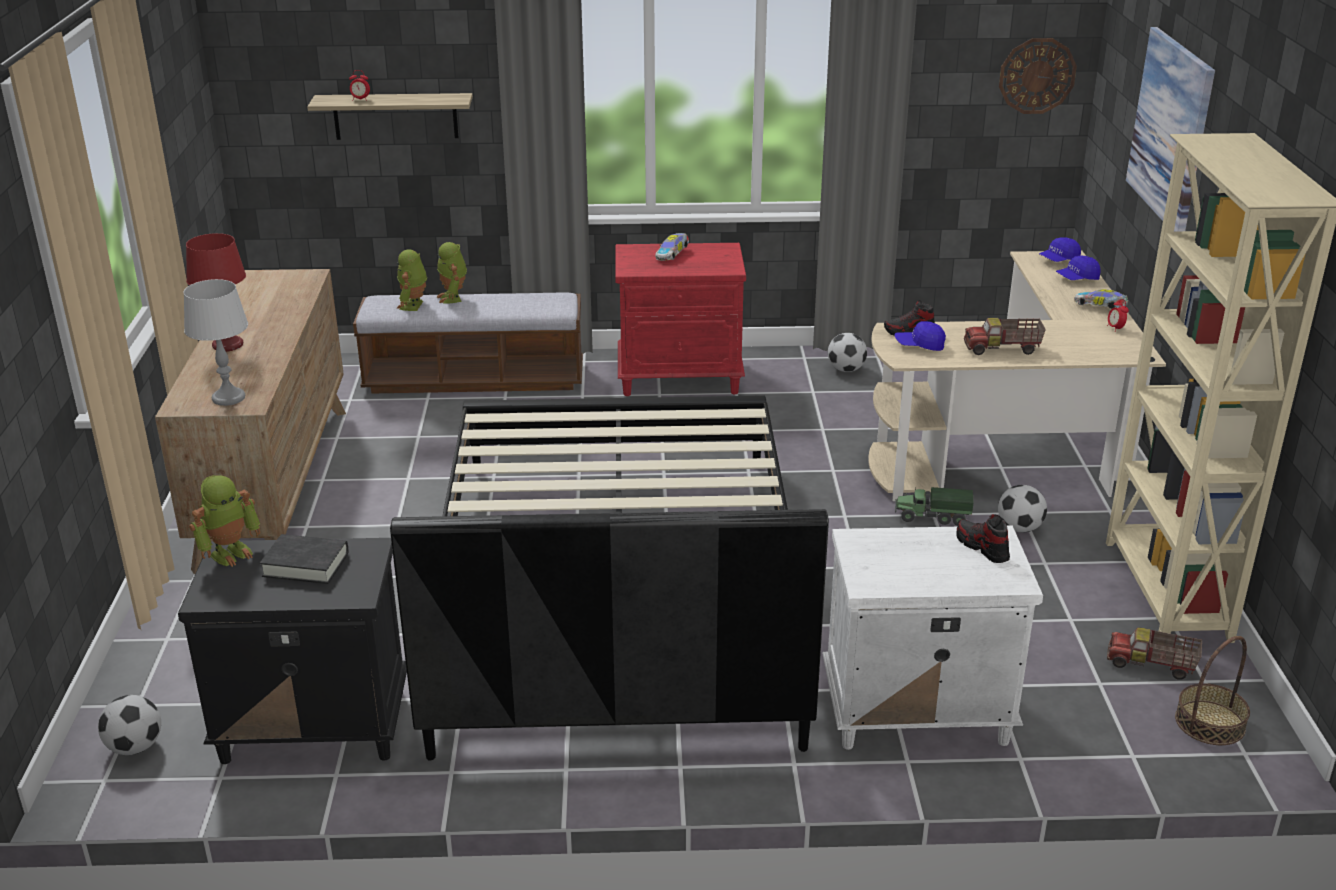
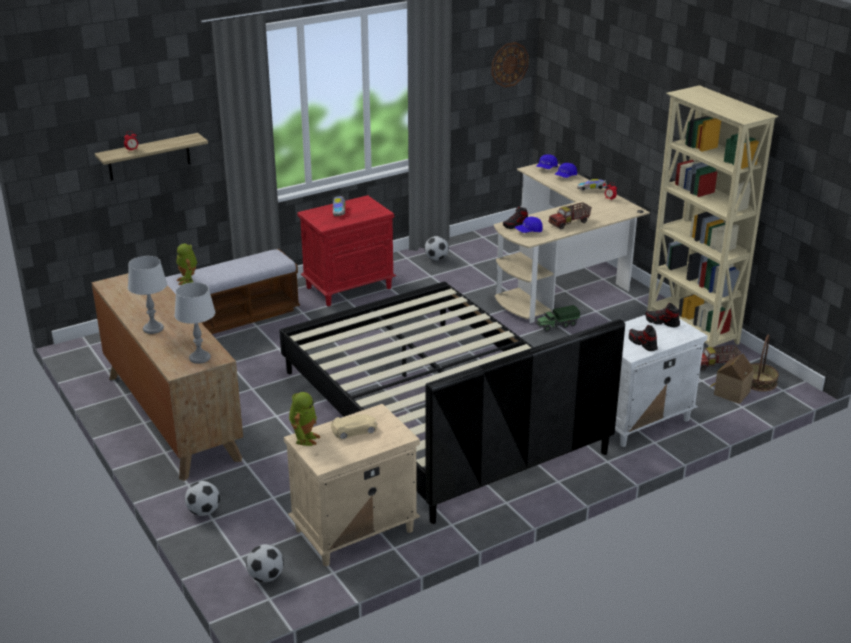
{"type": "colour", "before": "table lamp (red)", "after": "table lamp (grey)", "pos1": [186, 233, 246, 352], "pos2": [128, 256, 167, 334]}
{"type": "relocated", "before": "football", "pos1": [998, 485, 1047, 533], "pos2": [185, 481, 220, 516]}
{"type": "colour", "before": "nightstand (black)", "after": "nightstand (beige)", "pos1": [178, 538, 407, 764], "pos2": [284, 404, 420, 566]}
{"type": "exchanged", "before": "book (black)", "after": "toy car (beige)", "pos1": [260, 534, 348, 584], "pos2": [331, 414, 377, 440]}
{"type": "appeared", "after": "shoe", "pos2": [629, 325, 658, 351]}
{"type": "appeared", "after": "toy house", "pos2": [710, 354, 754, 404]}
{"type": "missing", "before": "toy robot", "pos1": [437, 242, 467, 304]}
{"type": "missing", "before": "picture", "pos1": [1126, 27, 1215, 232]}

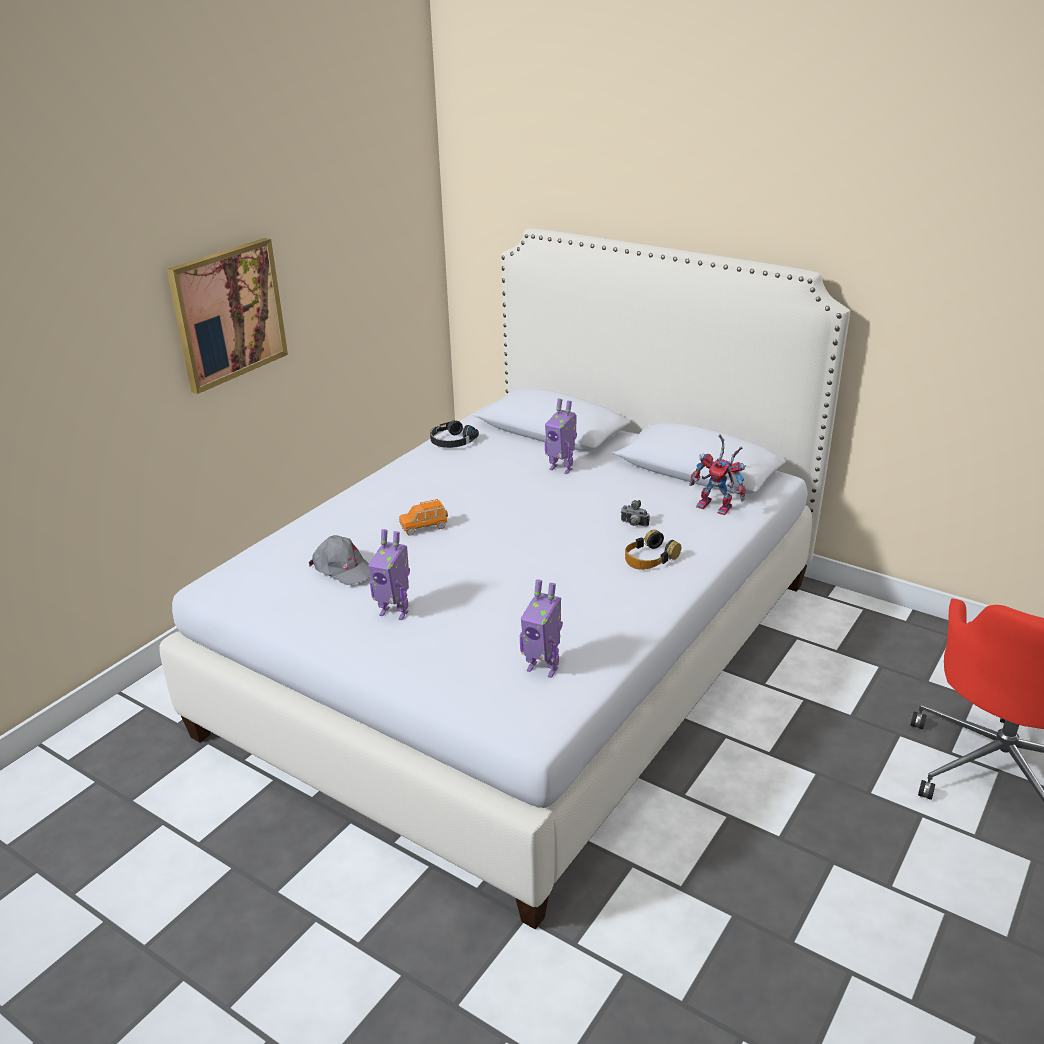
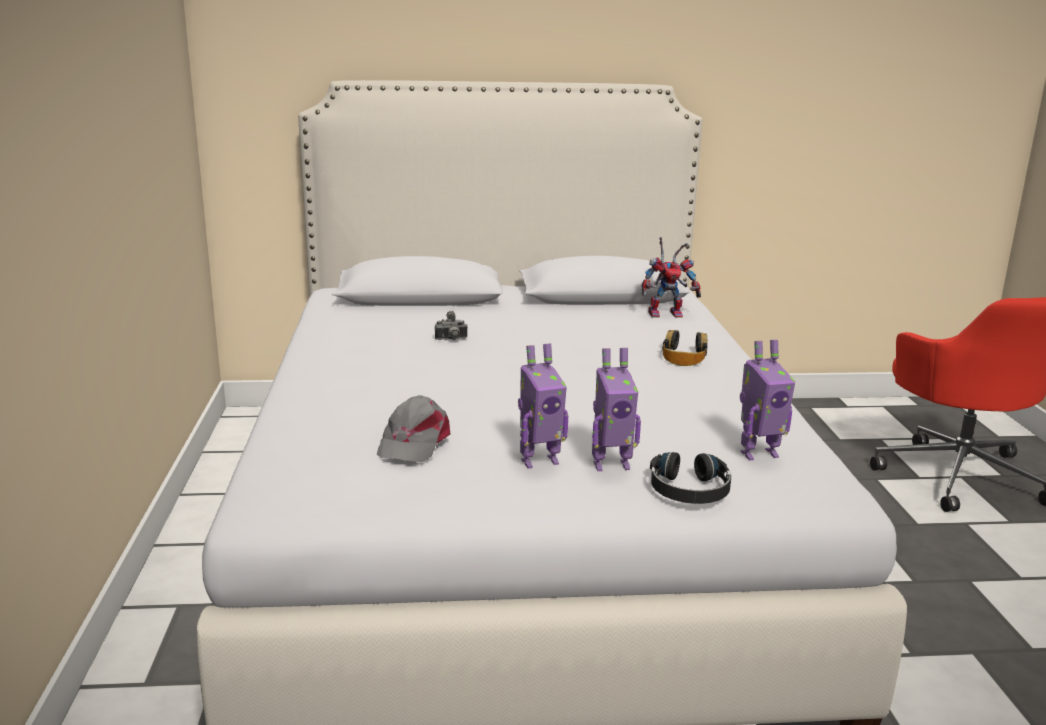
{"type": "spun", "before": "cap (grey)", "pos1": [309, 535, 370, 585], "pos2": [377, 395, 450, 462], "turn": 105}
{"type": "relocated", "before": "photo camera", "pos1": [621, 500, 650, 527], "pos2": [435, 311, 467, 340]}
{"type": "relocated", "before": "toy robot", "pos1": [545, 398, 577, 474], "pos2": [592, 348, 641, 471]}
{"type": "relocated", "before": "headphones (black)", "pos1": [430, 420, 479, 448], "pos2": [650, 452, 731, 504]}
{"type": "missing", "before": "picture", "pos1": [167, 238, 288, 394]}
{"type": "missing", "before": "toy car (orange)", "pos1": [399, 499, 448, 536]}

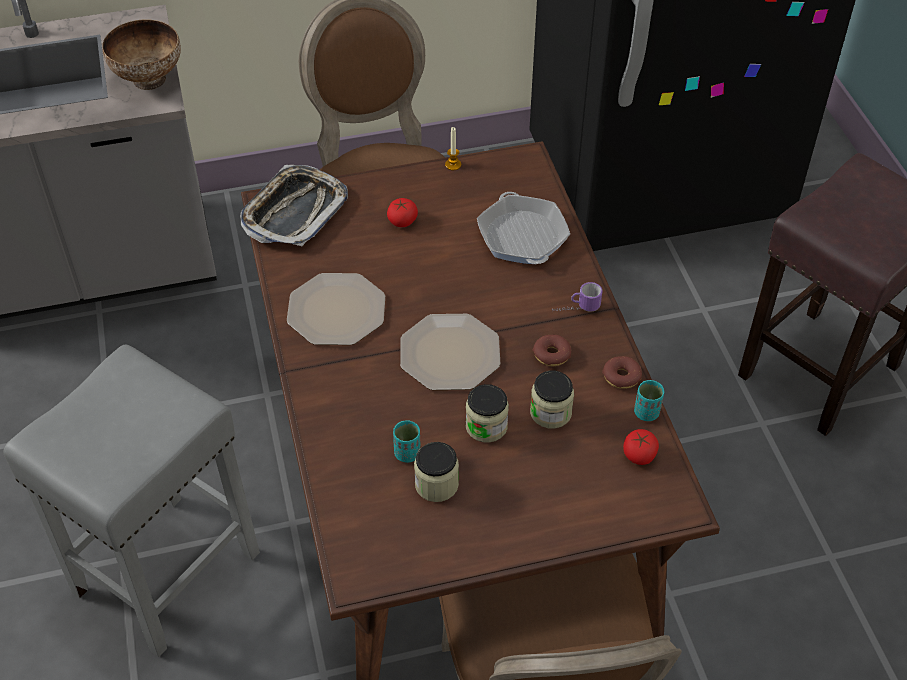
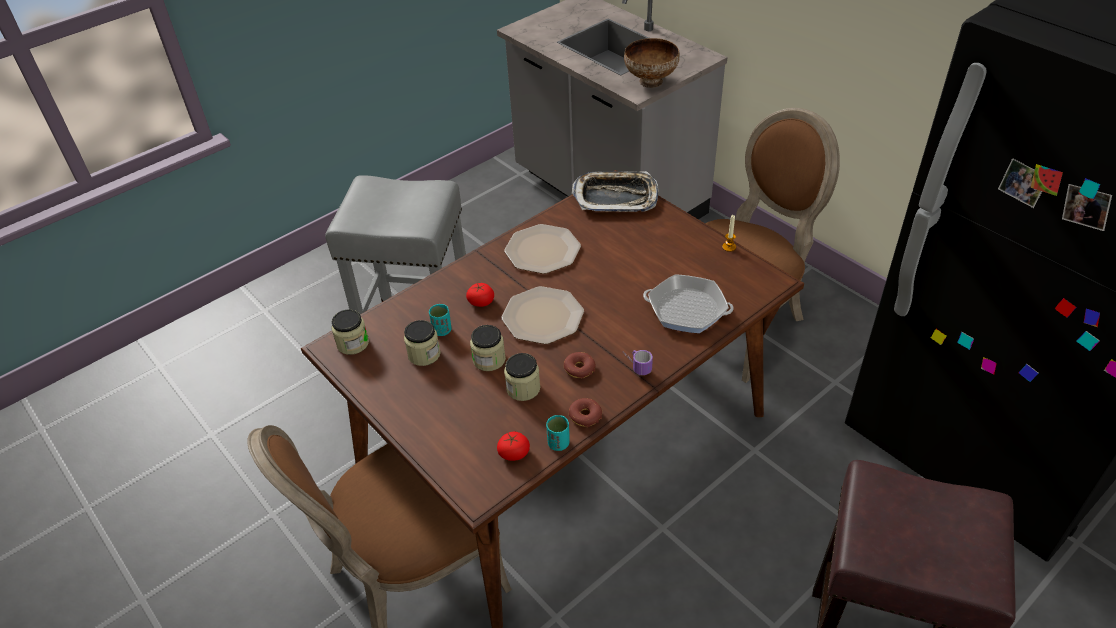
{"type": "appeared", "after": "jar", "pos2": [331, 310, 369, 355]}
{"type": "relocated", "before": "tomato", "pos1": [387, 198, 418, 227], "pos2": [466, 283, 494, 307]}
{"type": "spun", "before": "frying pan", "pos1": [477, 192, 570, 264], "pos2": [643, 274, 734, 333], "turn": 60}

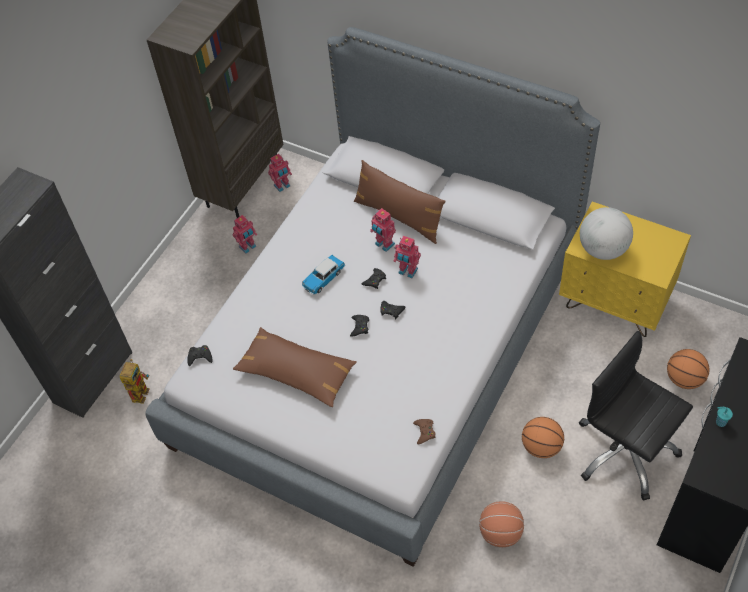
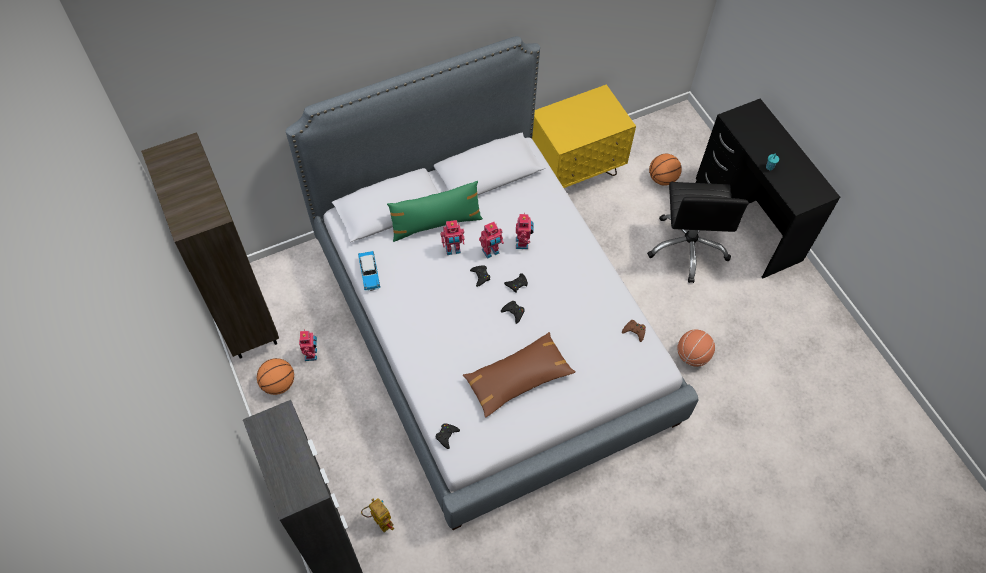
{"type": "relocated", "before": "basketball", "pos1": [522, 417, 564, 458], "pos2": [257, 358, 294, 395]}
{"type": "relocated", "before": "toy car", "pos1": [302, 255, 345, 295], "pos2": [358, 251, 381, 291]}
{"type": "colour", "before": "pillow (brown)", "after": "pillow (green)", "pos1": [354, 160, 446, 244], "pos2": [387, 181, 483, 242]}
{"type": "relocated", "before": "toy robot", "pos1": [268, 154, 292, 192], "pos2": [516, 214, 533, 249]}
{"type": "spun", "before": "office chair (black)", "pos1": [579, 331, 693, 501], "pos2": [647, 182, 749, 283], "turn": -75}
{"type": "missing", "before": "globe", "pos1": [580, 207, 633, 260]}

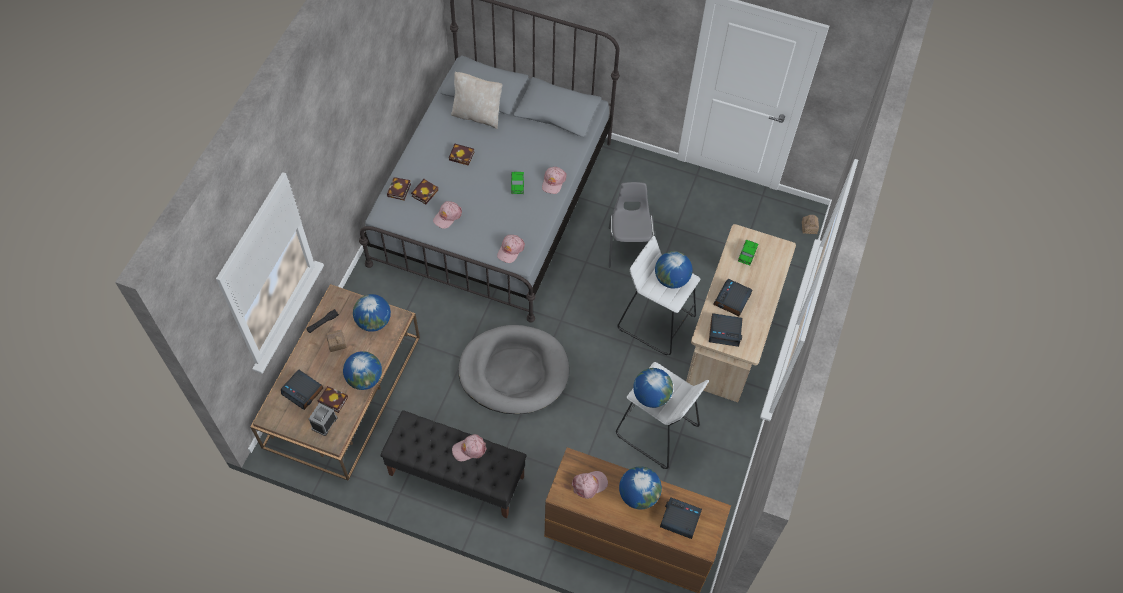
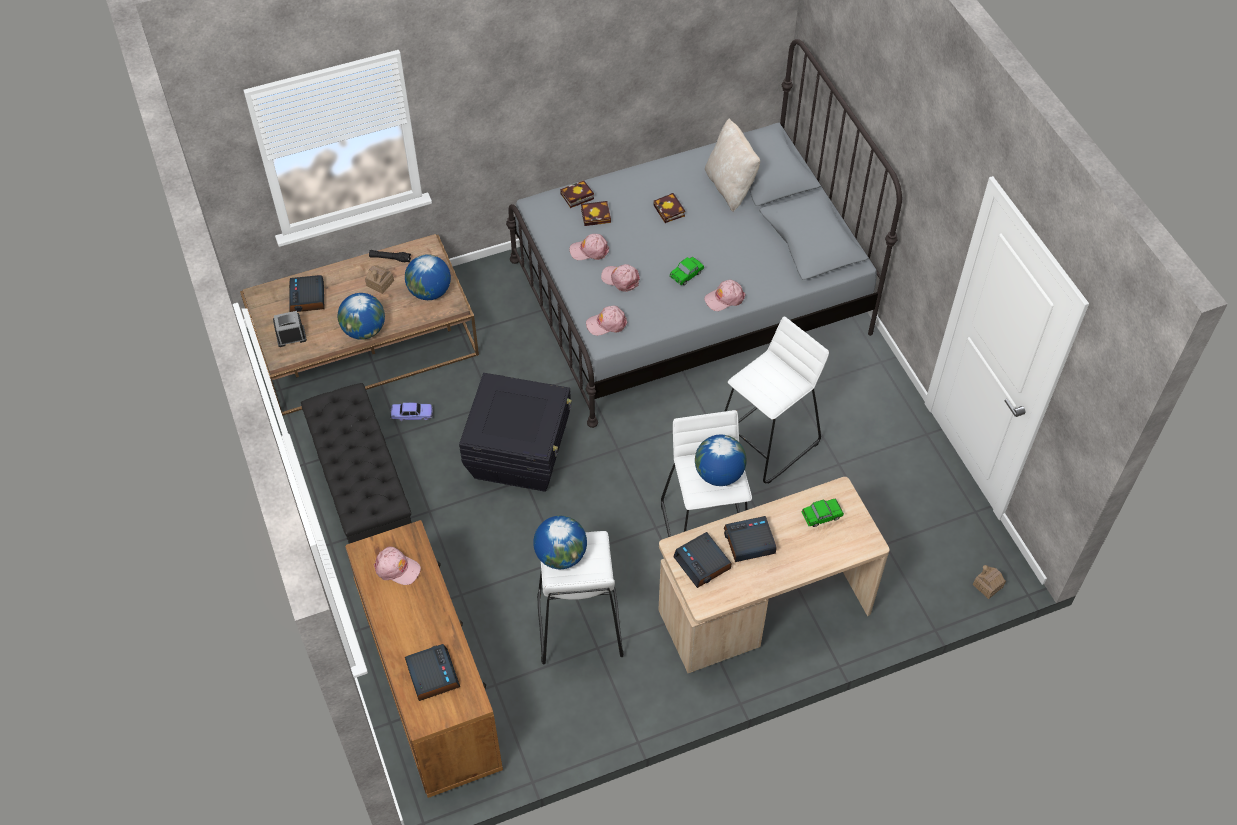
{"type": "appeared", "after": "toy car", "pos2": [390, 402, 433, 421]}
{"type": "exchanged", "before": "dog bed (grey)", "after": "storage box (black)", "pos1": [458, 325, 569, 414], "pos2": [459, 373, 572, 492]}
{"type": "relocated", "before": "cap (pink)", "pos1": [452, 434, 487, 461], "pos2": [601, 264, 640, 292]}
{"type": "exchanged", "before": "chair (grey)", "after": "stool (white)", "pos1": [609, 182, 655, 268], "pos2": [724, 317, 829, 484]}
{"type": "missing", "before": "book", "pos1": [317, 386, 348, 413]}
{"type": "missing", "before": "globe", "pos1": [619, 466, 662, 509]}

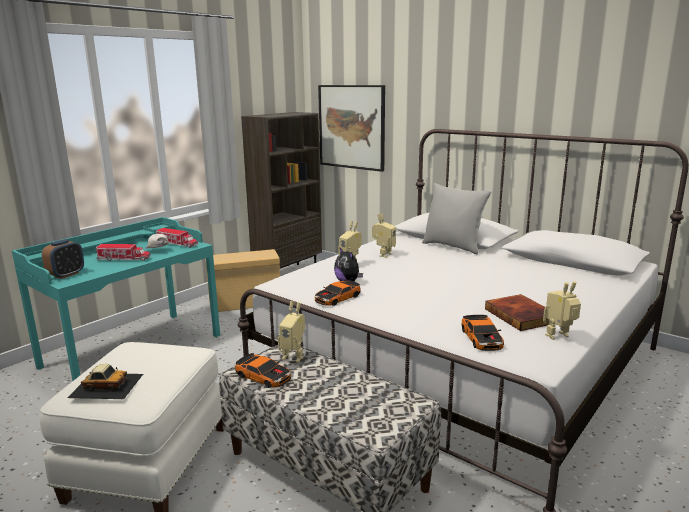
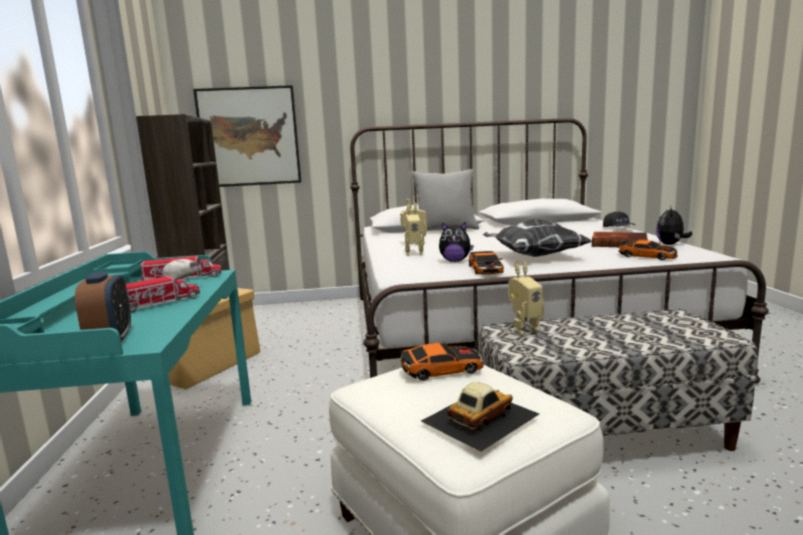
{"type": "relocated", "before": "toy car", "pos1": [235, 353, 291, 388], "pos2": [400, 343, 484, 381]}
{"type": "appeared", "after": "pillow", "pos2": [483, 218, 592, 257]}
{"type": "appeared", "after": "cap (black)", "pos2": [603, 212, 635, 227]}
{"type": "exchanged", "before": "toy robot", "after": "plush toy", "pos1": [543, 281, 581, 340], "pos2": [656, 206, 692, 245]}

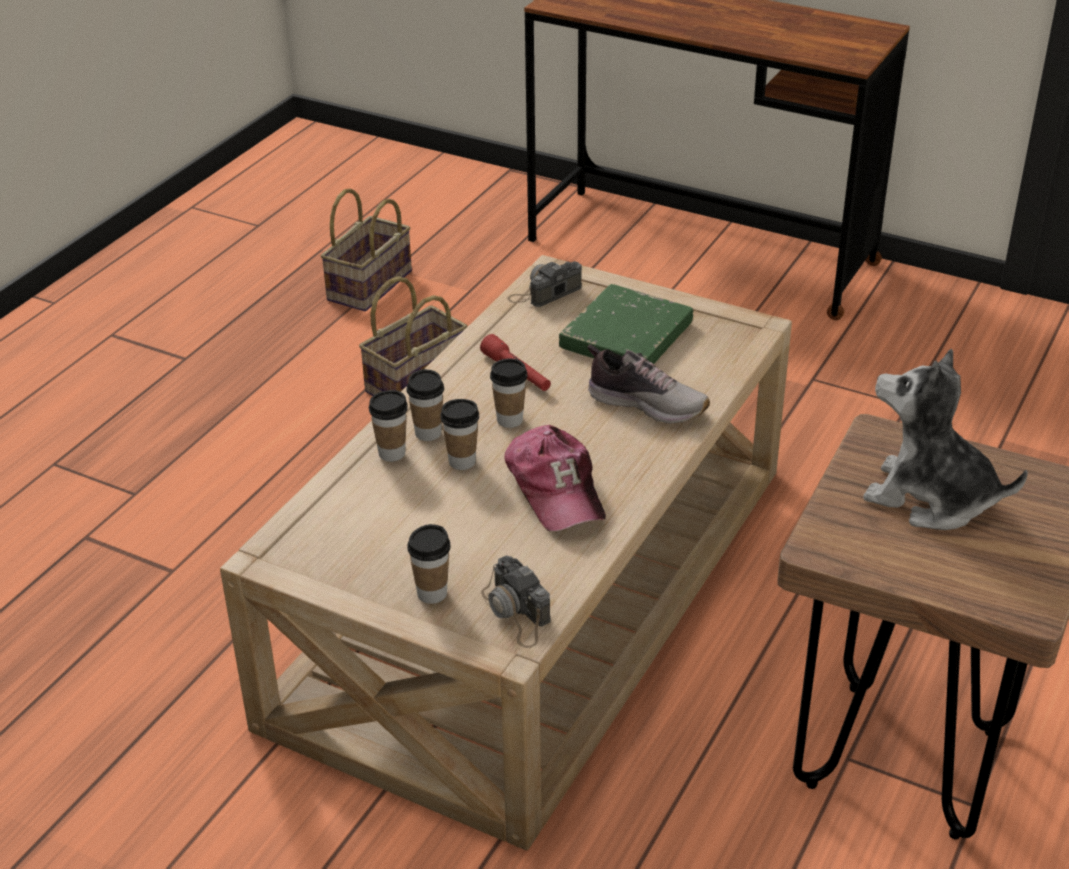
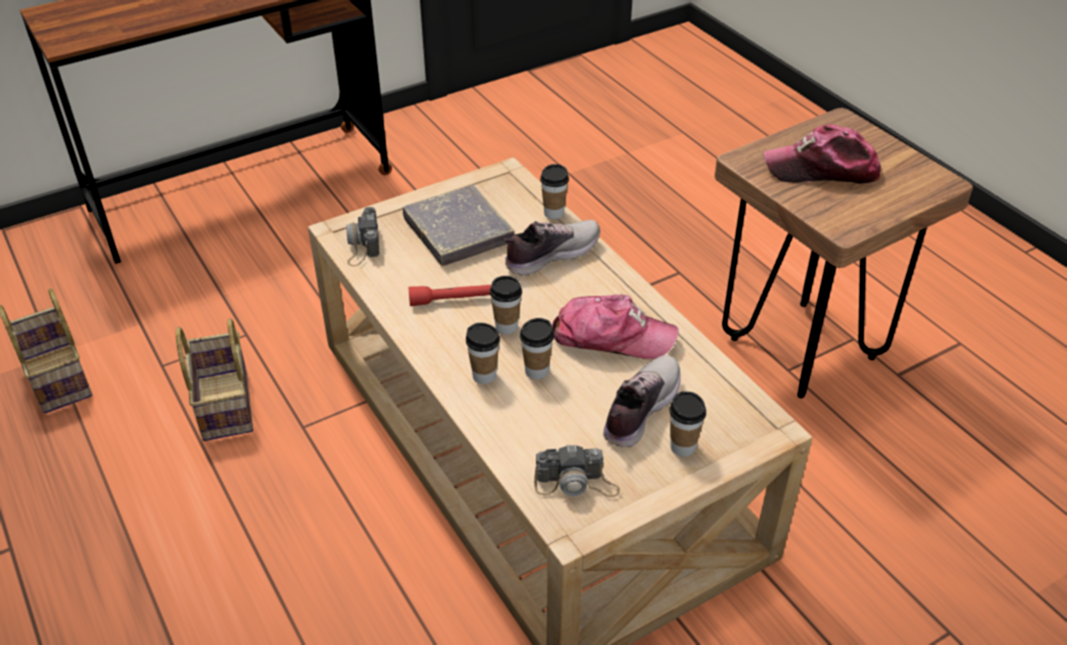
{"type": "colour", "before": "book (green)", "after": "book (grey)", "pos1": [559, 284, 693, 364], "pos2": [402, 185, 515, 266]}
{"type": "relocated", "before": "photo camera", "pos1": [481, 555, 551, 648], "pos2": [534, 444, 620, 497]}
{"type": "relocated", "before": "cup", "pos1": [369, 390, 408, 462], "pos2": [540, 164, 569, 219]}
{"type": "appeared", "after": "shoe", "pos2": [603, 355, 681, 447]}
{"type": "exchanged", "before": "plush toy", "after": "cap", "pos1": [863, 349, 1028, 530], "pos2": [764, 124, 881, 184]}

